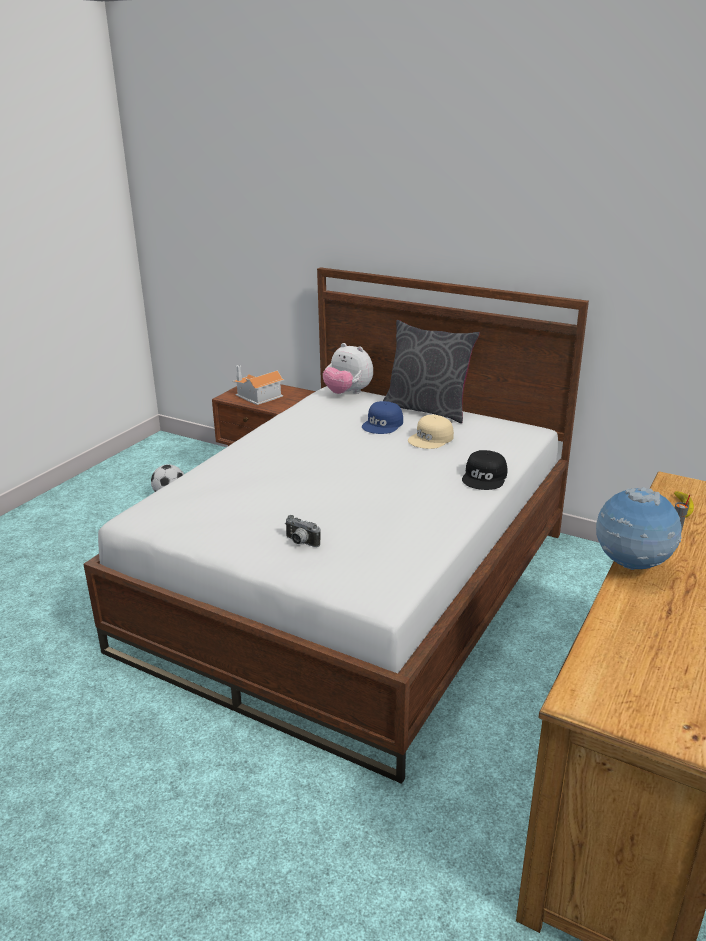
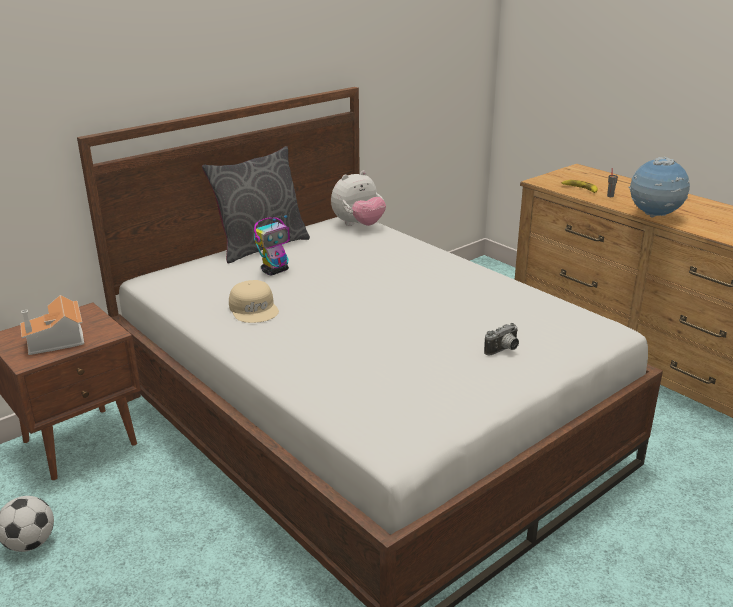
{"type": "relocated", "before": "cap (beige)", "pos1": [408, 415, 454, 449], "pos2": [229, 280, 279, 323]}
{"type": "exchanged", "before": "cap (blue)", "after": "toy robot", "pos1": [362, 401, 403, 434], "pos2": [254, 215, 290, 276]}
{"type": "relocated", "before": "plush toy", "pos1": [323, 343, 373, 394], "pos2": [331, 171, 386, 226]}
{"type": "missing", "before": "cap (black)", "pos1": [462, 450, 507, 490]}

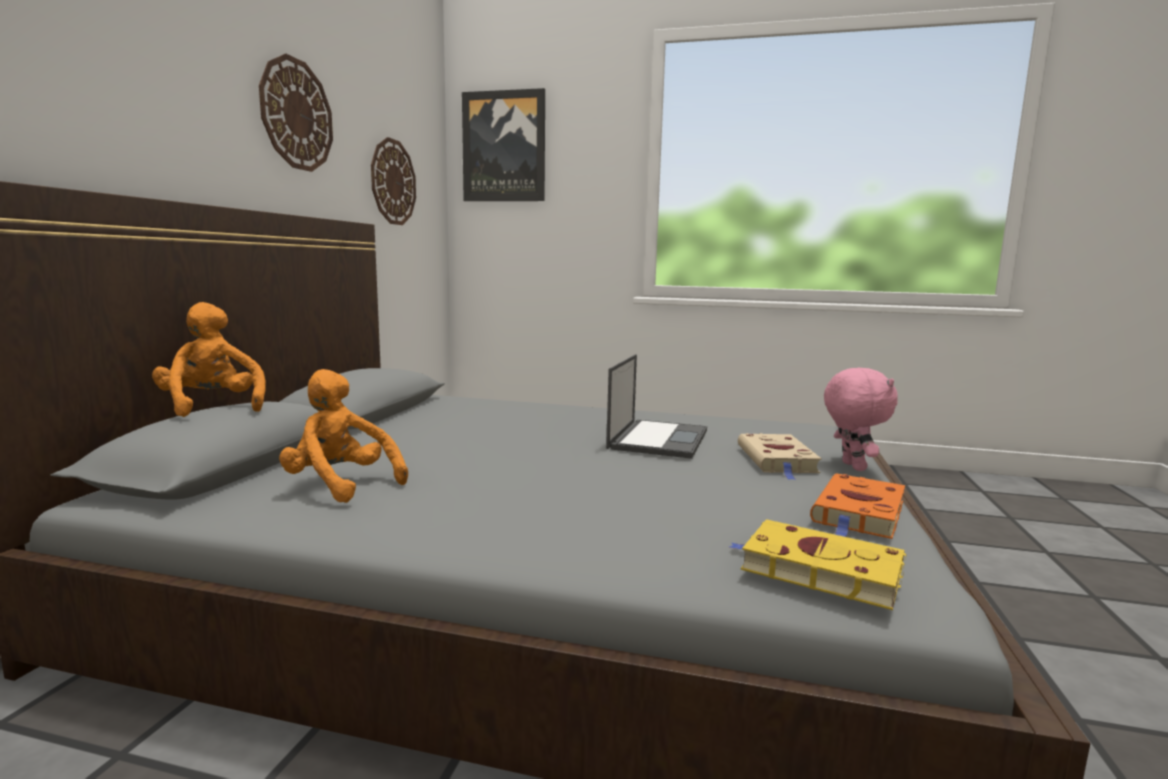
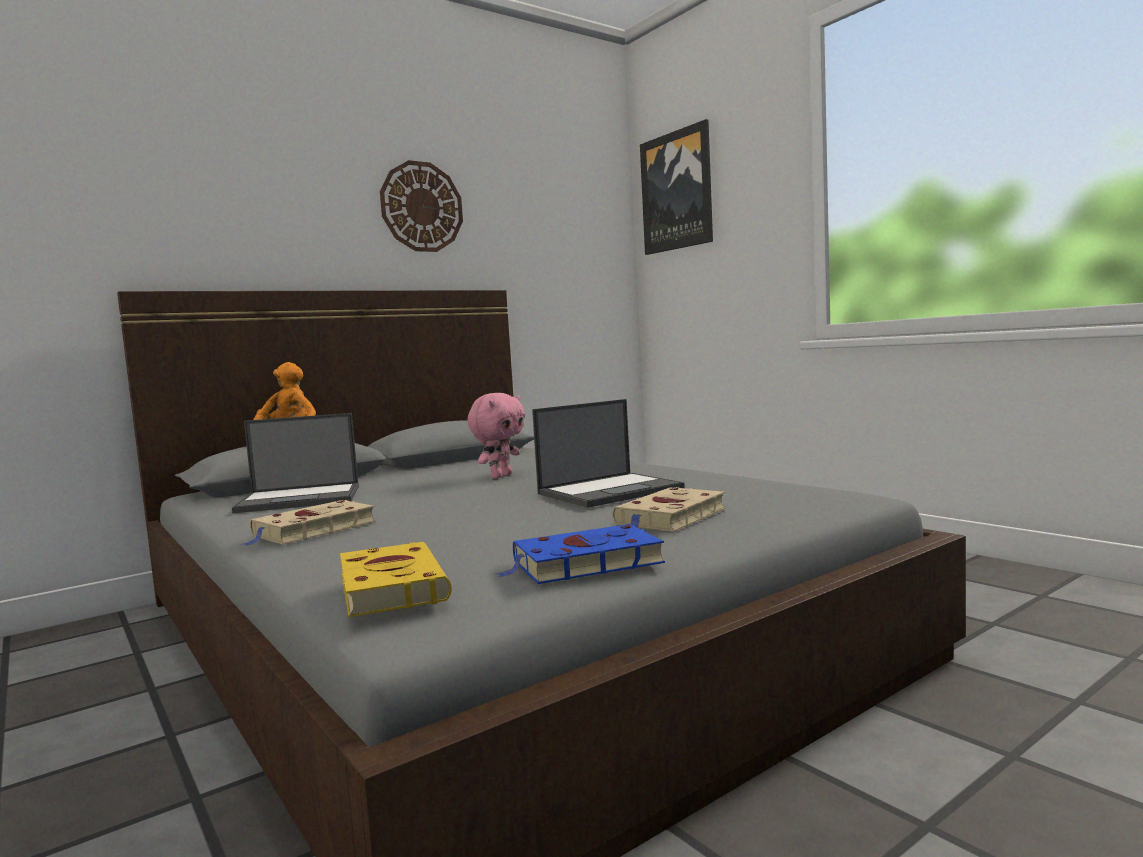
{"type": "exchanged", "before": "plush toy (orange)", "after": "laptop", "pos1": [279, 369, 408, 503], "pos2": [232, 413, 359, 513]}
{"type": "appeared", "after": "book (beige)", "pos2": [243, 500, 376, 546]}
{"type": "relocated", "before": "plush toy (pink)", "pos1": [824, 368, 898, 471], "pos2": [467, 393, 525, 479]}
{"type": "colour", "before": "book (orange)", "after": "book (blue)", "pos1": [810, 473, 905, 539], "pos2": [497, 524, 665, 584]}
{"type": "missing", "before": "wall clock", "pos1": [371, 137, 416, 225]}

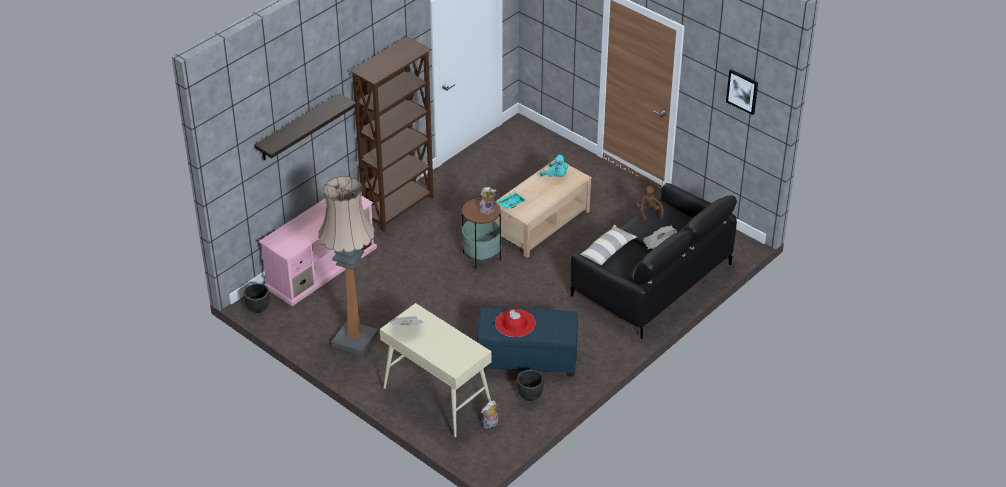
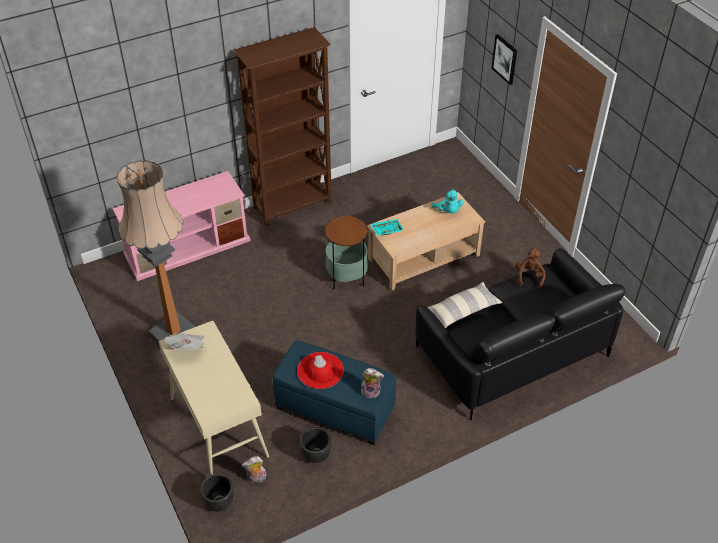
{"type": "relocated", "before": "planter (black)", "pos1": [243, 283, 270, 313], "pos2": [200, 474, 234, 512]}
{"type": "relocated", "before": "plush toy", "pos1": [480, 187, 497, 214], "pos2": [361, 368, 384, 398]}
{"type": "relocated", "before": "picture", "pos1": [726, 69, 758, 115], "pos2": [492, 34, 517, 85]}
{"type": "missing", "before": "shelf", "pos1": [254, 93, 357, 161]}
{"type": "missing", "before": "newspaper", "pos1": [643, 226, 677, 249]}

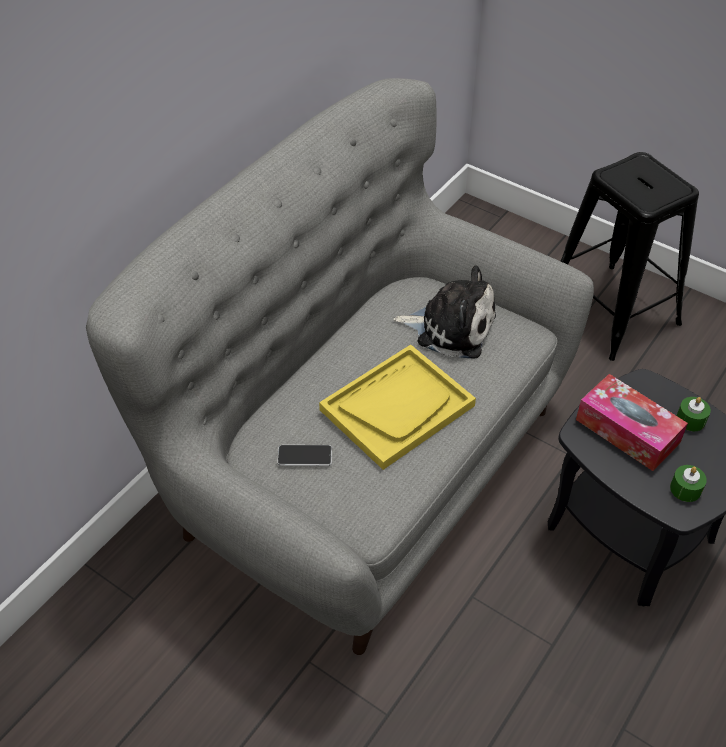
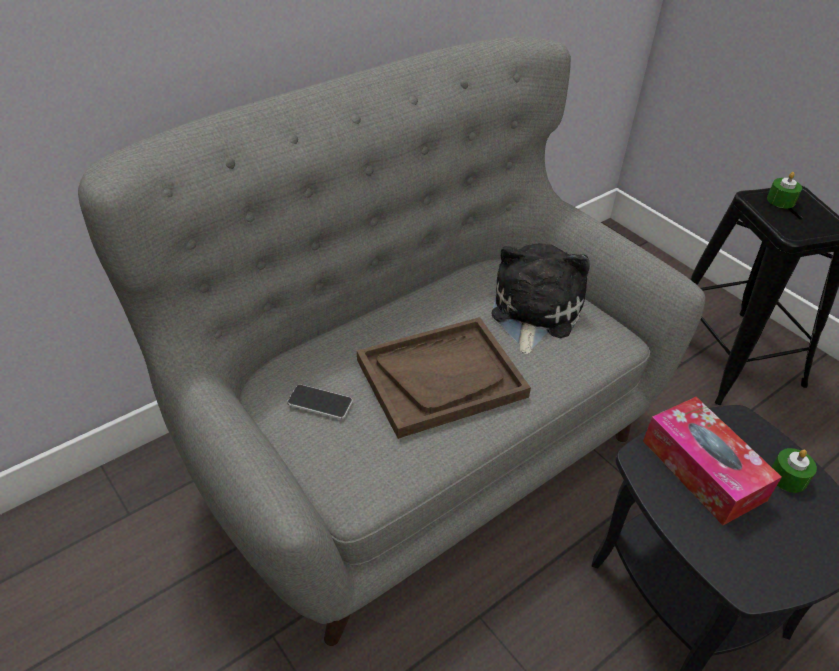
{"type": "colour", "before": "tray (yellow)", "after": "tray (brown)", "pos1": [319, 345, 476, 470], "pos2": [357, 317, 531, 439]}
{"type": "spun", "before": "plush toy", "pos1": [393, 265, 496, 359], "pos2": [492, 243, 590, 354], "turn": -105}
{"type": "relocated", "before": "candle (green)", "pos1": [670, 465, 707, 502], "pos2": [767, 172, 802, 208]}

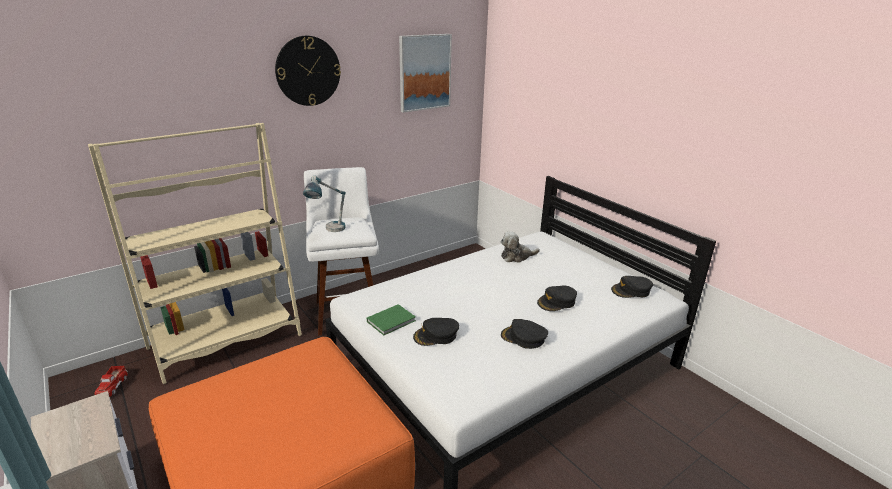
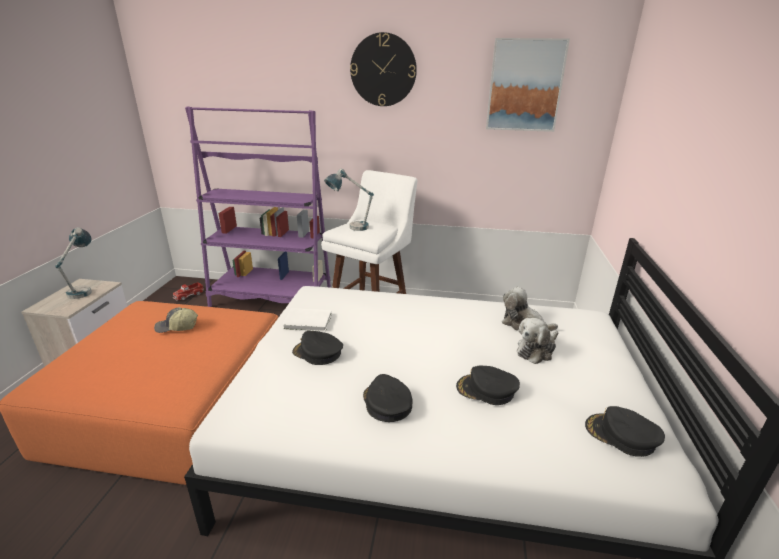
{"type": "appeared", "after": "table lamp", "pos2": [55, 227, 92, 299]}
{"type": "appeared", "after": "cap", "pos2": [154, 307, 198, 333]}
{"type": "colour", "before": "bookcase (beige)", "after": "bookcase (purple)", "pos1": [88, 123, 302, 384], "pos2": [185, 106, 331, 307]}
{"type": "colour", "before": "book (green)", "after": "book (white)", "pos1": [367, 304, 416, 336], "pos2": [283, 308, 332, 332]}
{"type": "appeared", "after": "plush toy", "pos2": [517, 318, 558, 364]}

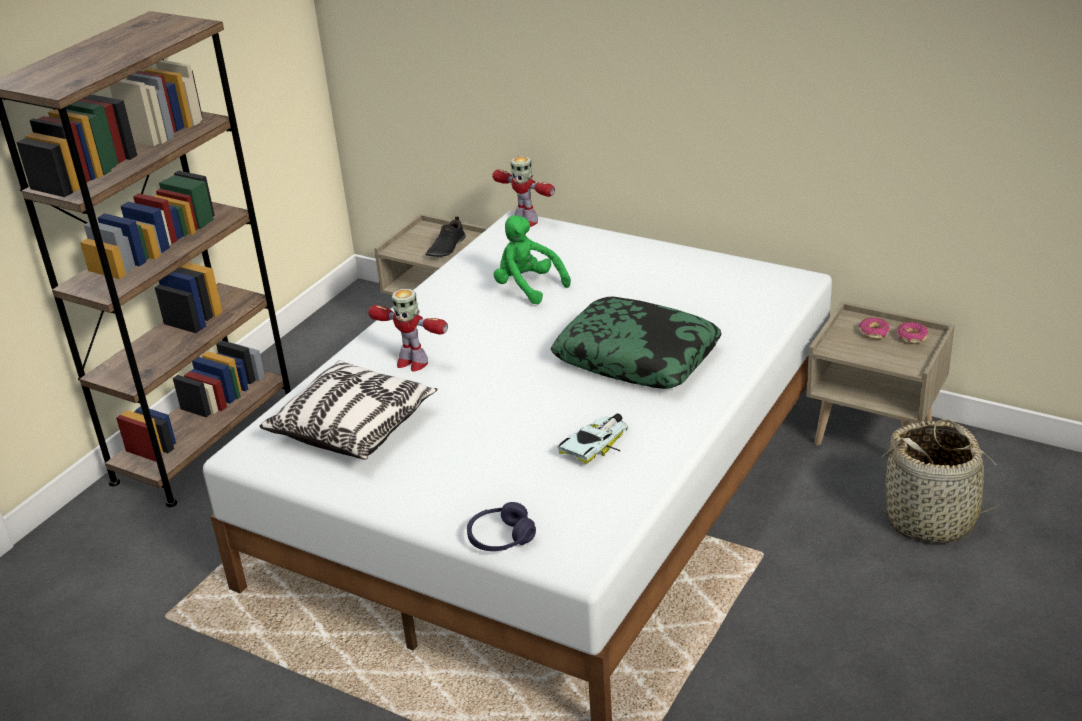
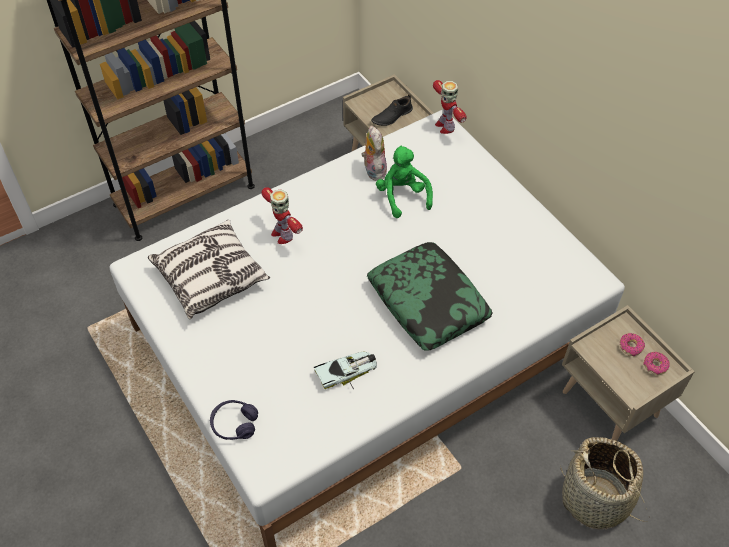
{"type": "appeared", "after": "plush toy", "pos2": [361, 126, 387, 181]}

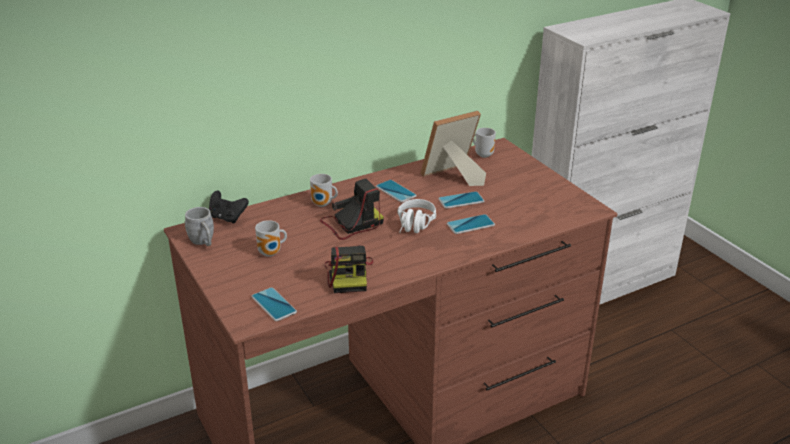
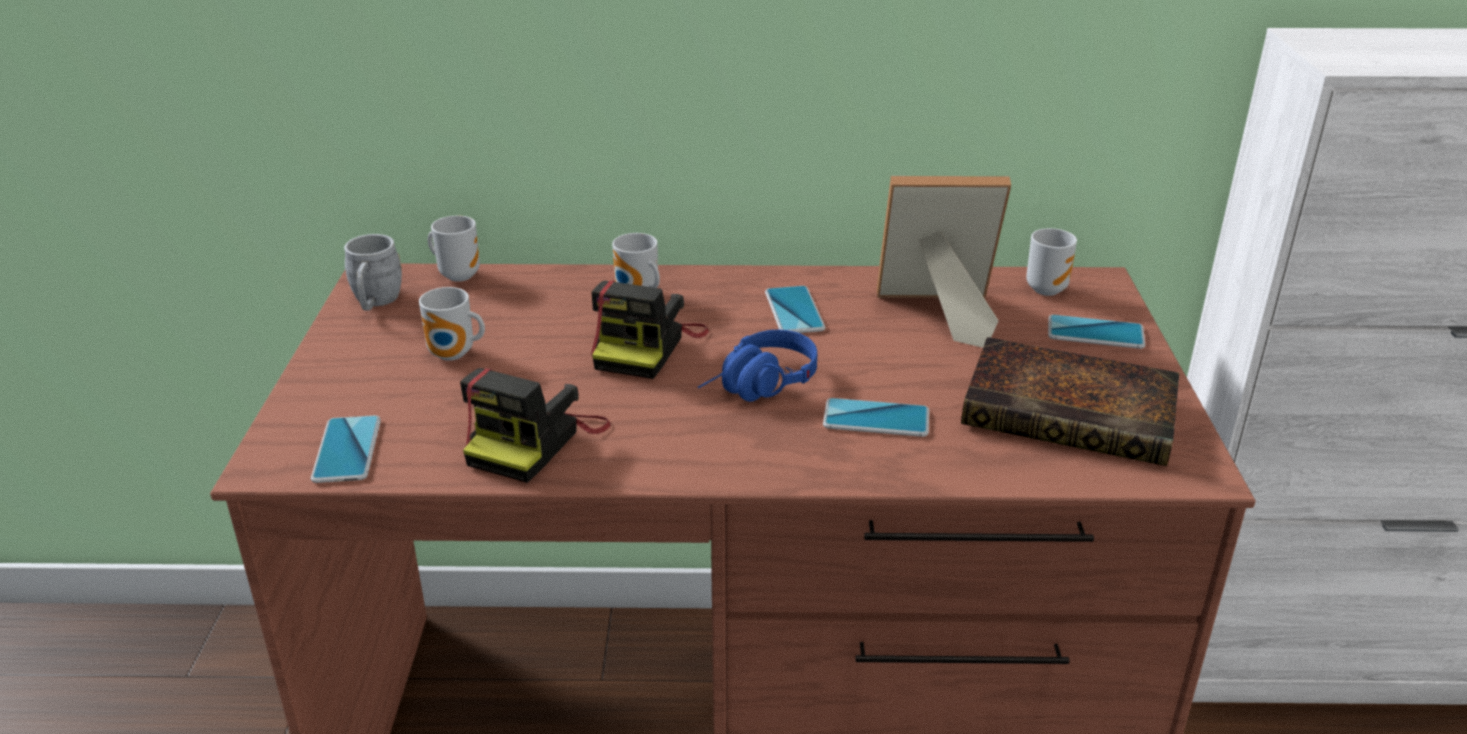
{"type": "exchanged", "before": "game controller (black)", "after": "mug", "pos1": [209, 190, 249, 224], "pos2": [428, 216, 480, 282]}
{"type": "spun", "before": "photo camera", "pos1": [320, 179, 384, 240], "pos2": [591, 280, 709, 379], "turn": 105}
{"type": "colour", "before": "headphones (white)", "after": "headphones (blue)", "pos1": [398, 199, 436, 233], "pos2": [698, 330, 817, 402]}
{"type": "appeared", "after": "book", "pos2": [961, 337, 1179, 466]}
{"type": "relocated", "before": "phone", "pos1": [438, 191, 484, 209], "pos2": [1048, 314, 1145, 349]}

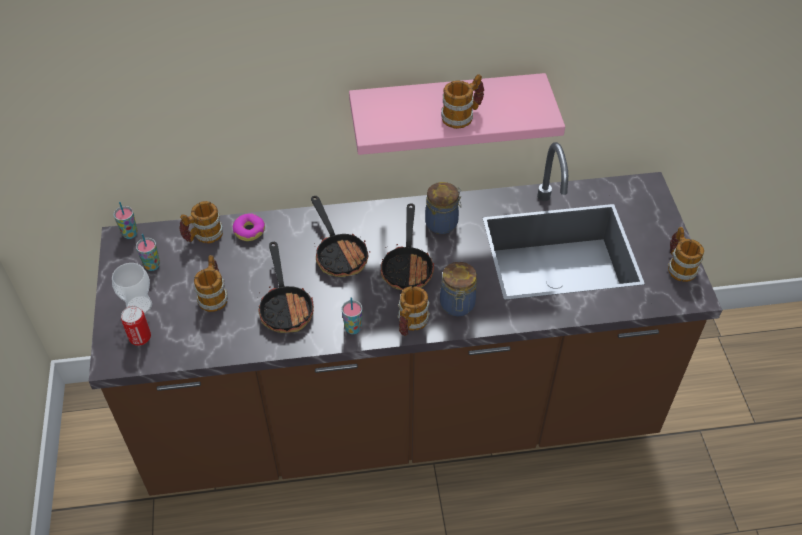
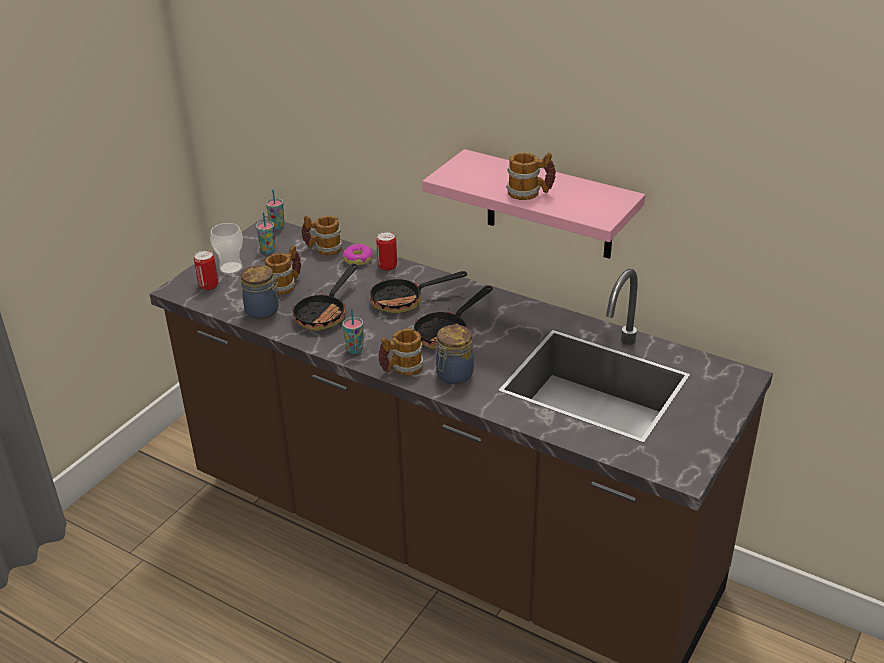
{"type": "relocated", "before": "jar", "pos1": [425, 182, 462, 234], "pos2": [241, 265, 281, 320]}
{"type": "spun", "before": "frying pan", "pos1": [311, 196, 370, 277], "pos2": [370, 268, 467, 314], "turn": 60}
{"type": "appeared", "after": "can", "pos2": [376, 232, 397, 271]}
{"type": "missing", "before": "mug", "pos1": [668, 227, 704, 282]}

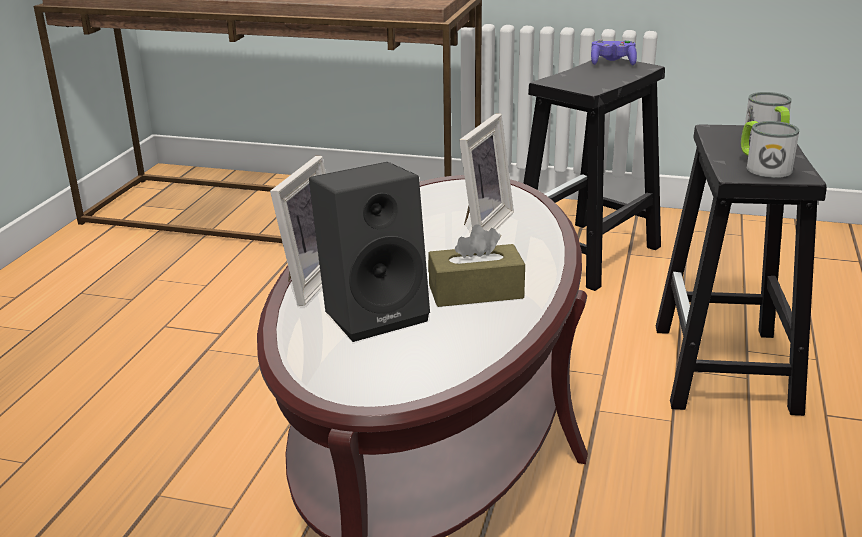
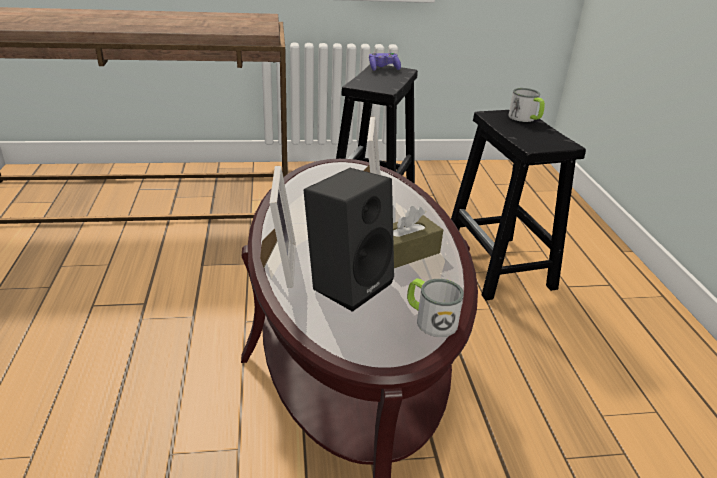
{"type": "relocated", "before": "mug", "pos1": [741, 121, 799, 178], "pos2": [407, 278, 464, 337]}

